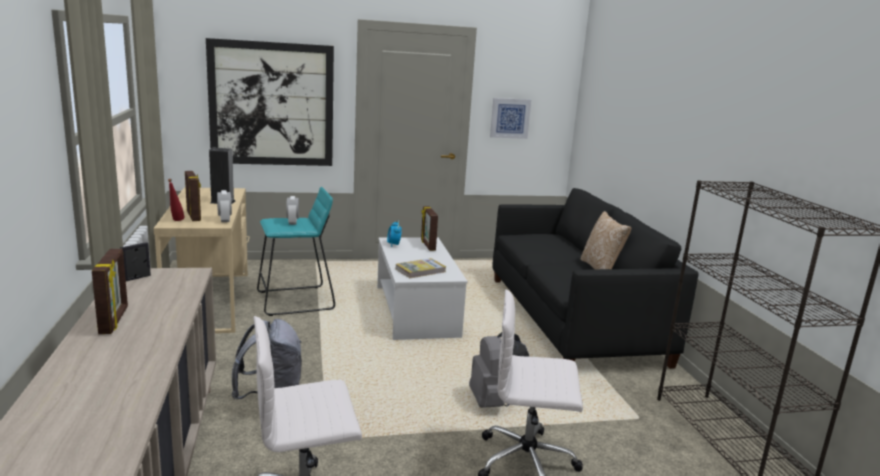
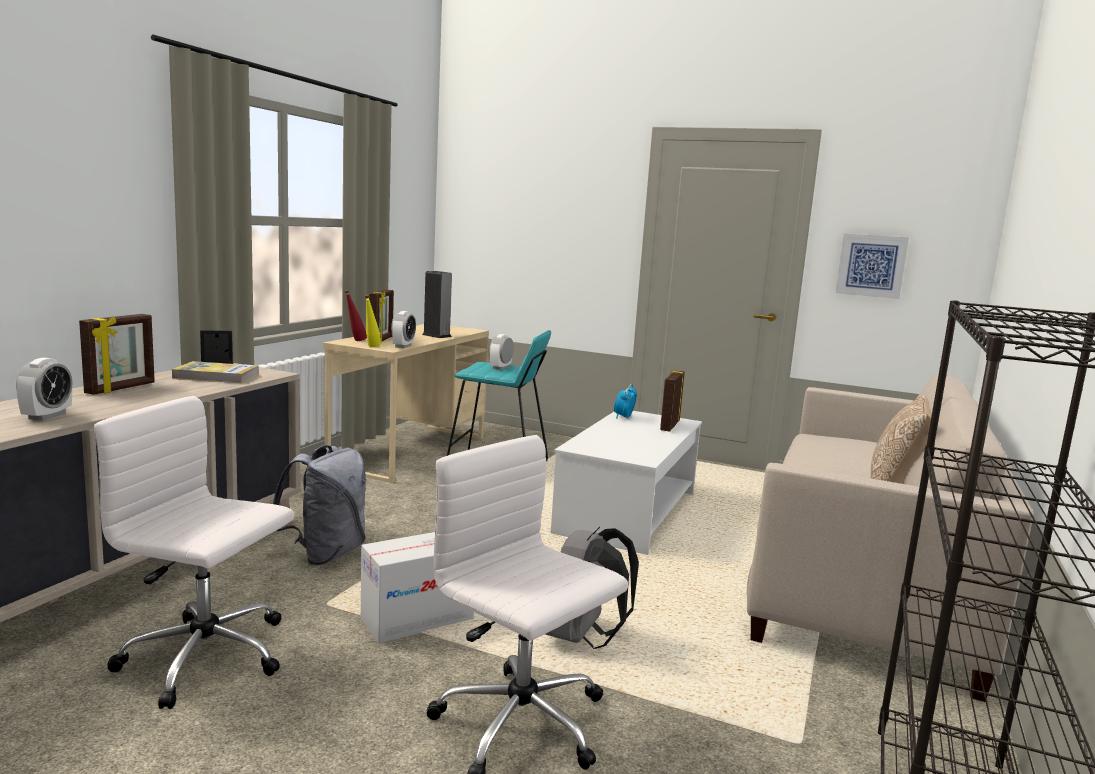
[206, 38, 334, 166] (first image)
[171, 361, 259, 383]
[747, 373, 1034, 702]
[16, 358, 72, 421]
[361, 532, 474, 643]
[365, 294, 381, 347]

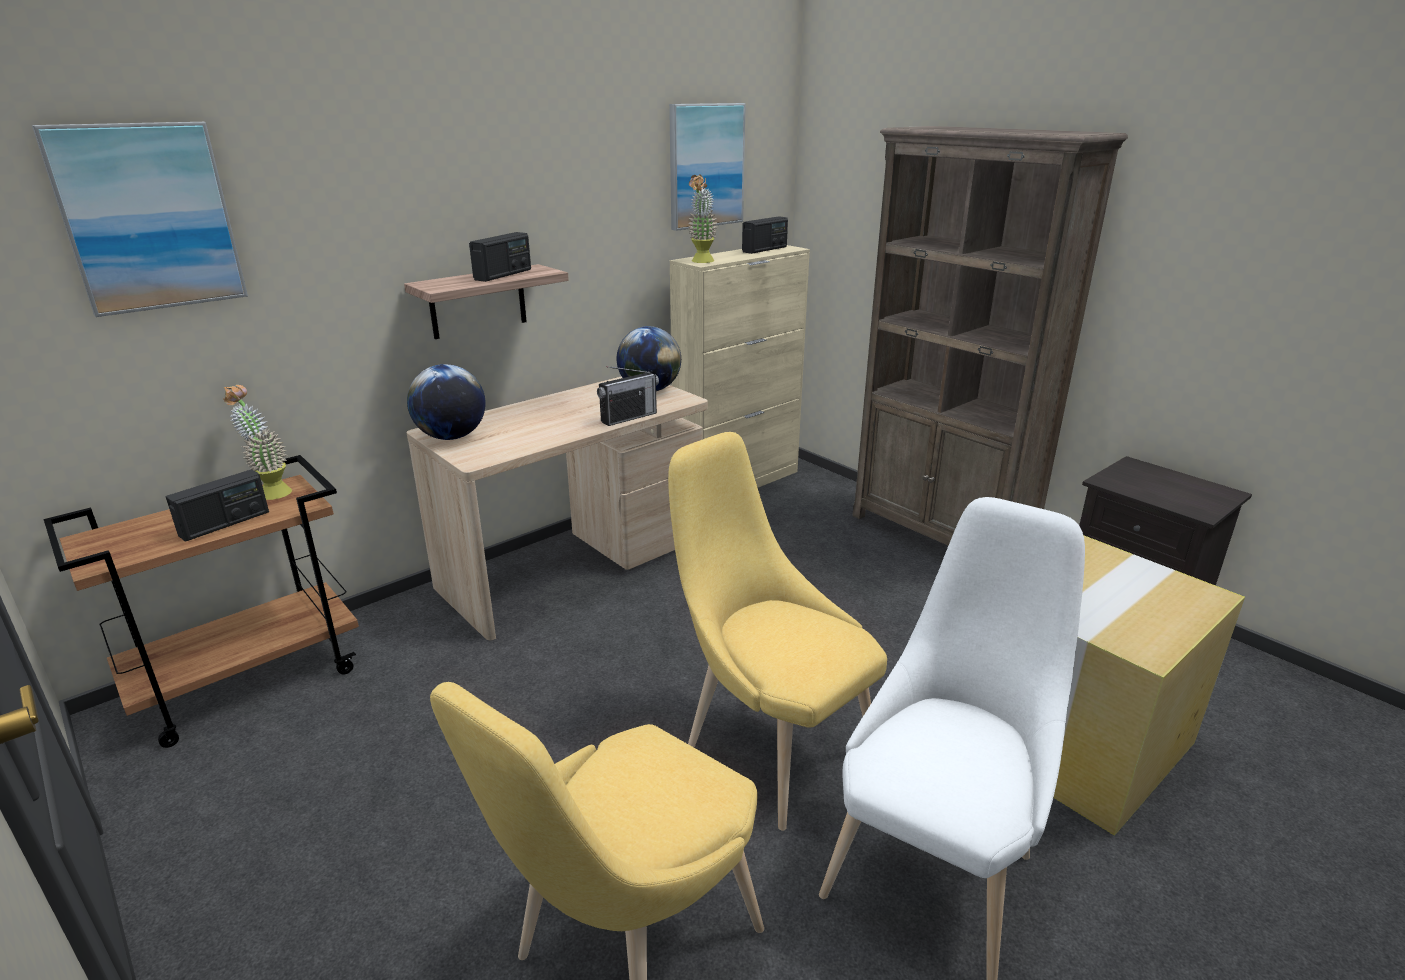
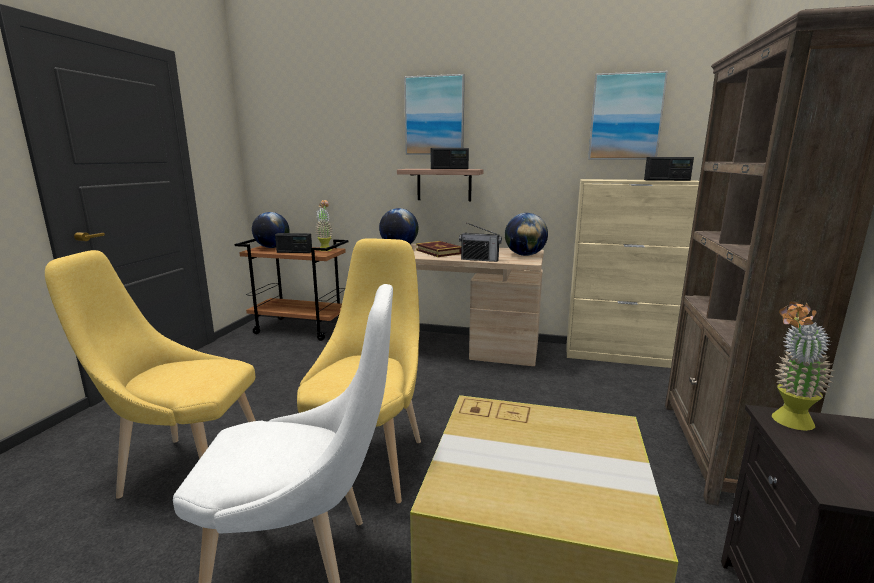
[404, 74, 465, 155]
[772, 301, 834, 431]
[252, 212, 290, 248]
[416, 241, 461, 257]

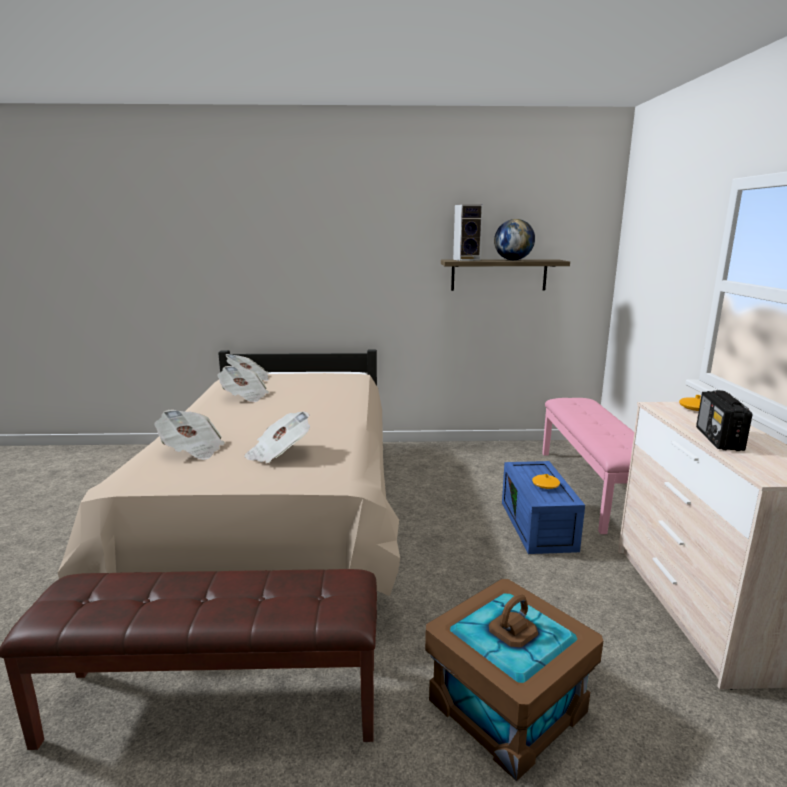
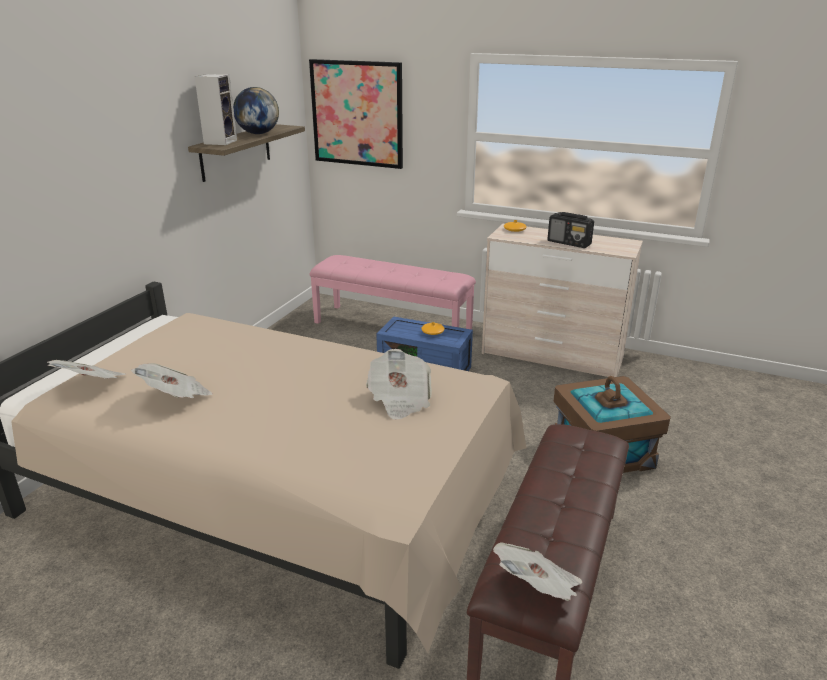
[493, 542, 582, 601]
[309, 59, 403, 169]

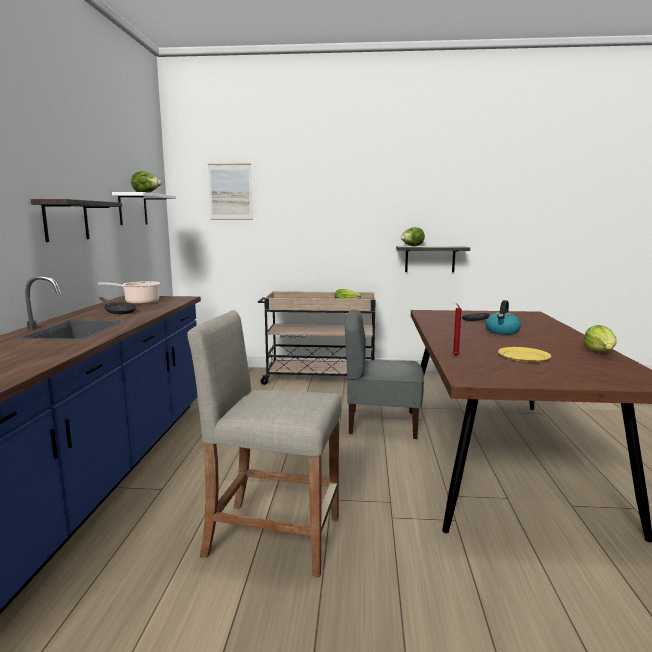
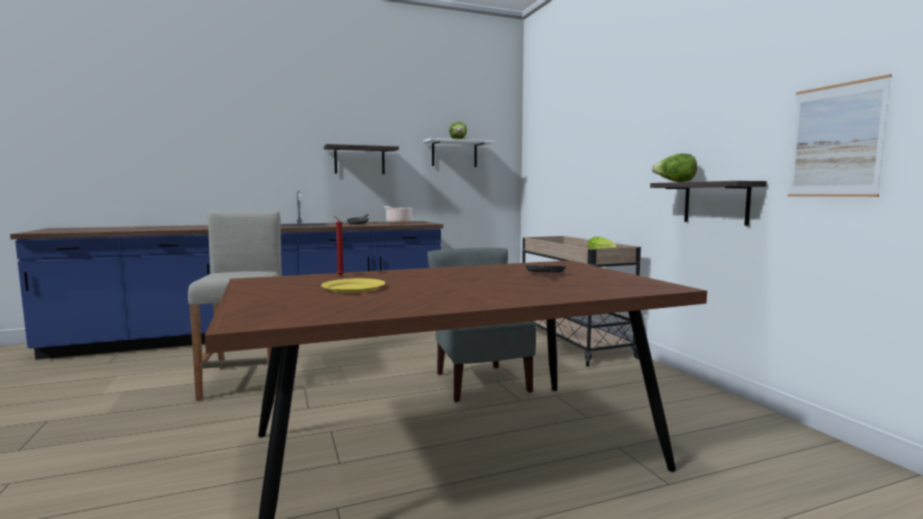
[788, 74, 892, 197]
[486, 300, 521, 335] (first image)
[583, 325, 617, 351] (first image)

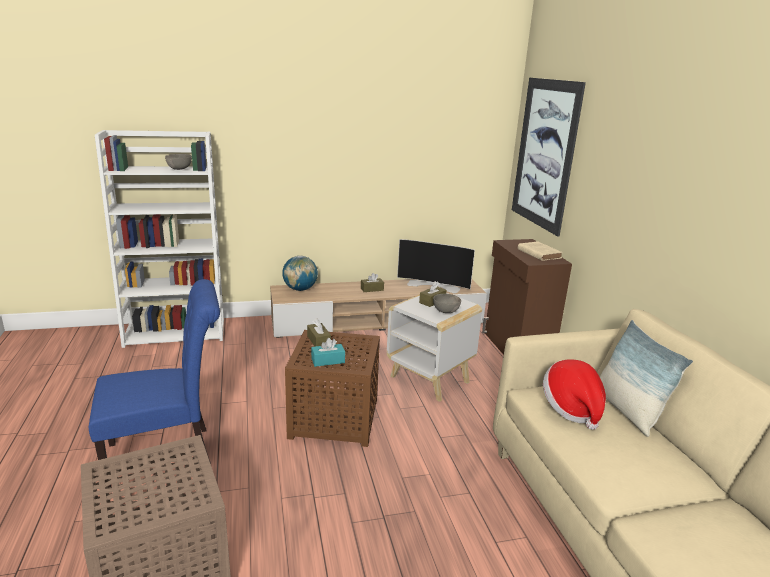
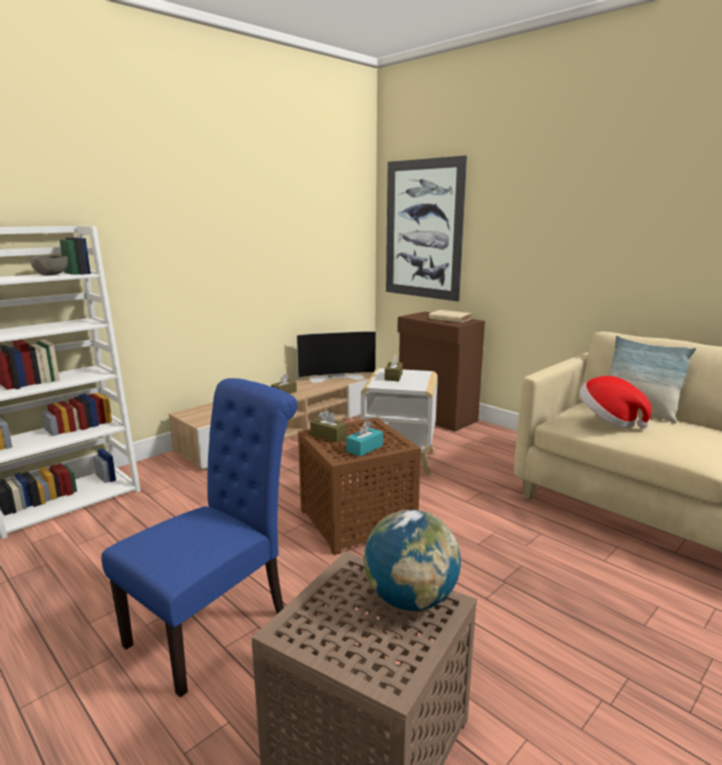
[363, 510, 461, 611]
[433, 294, 461, 313] (first image)

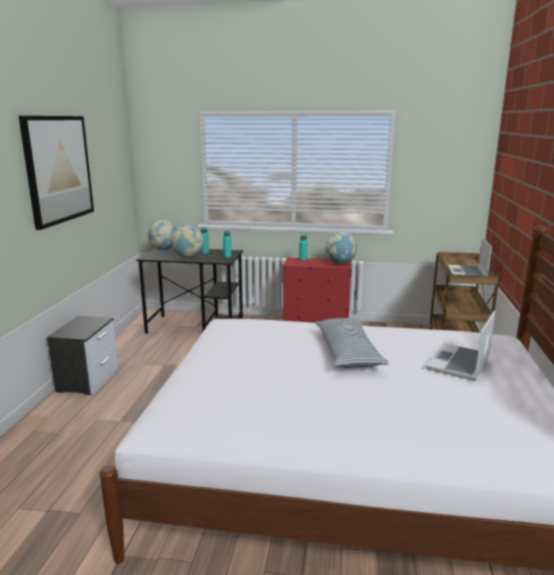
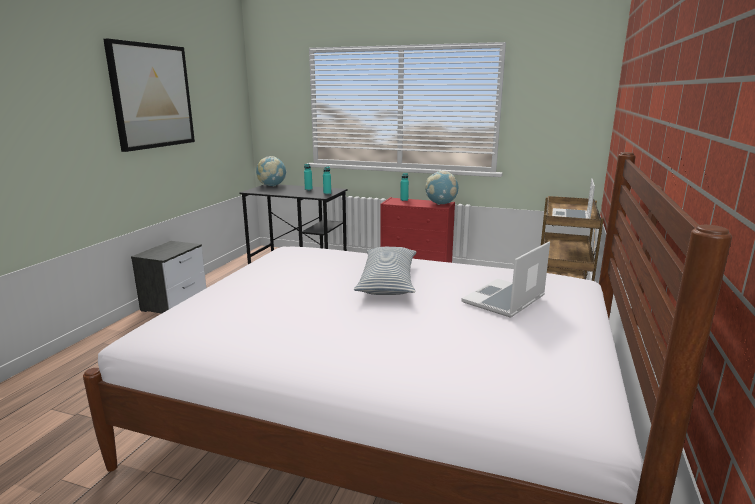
[172, 226, 204, 258] (first image)

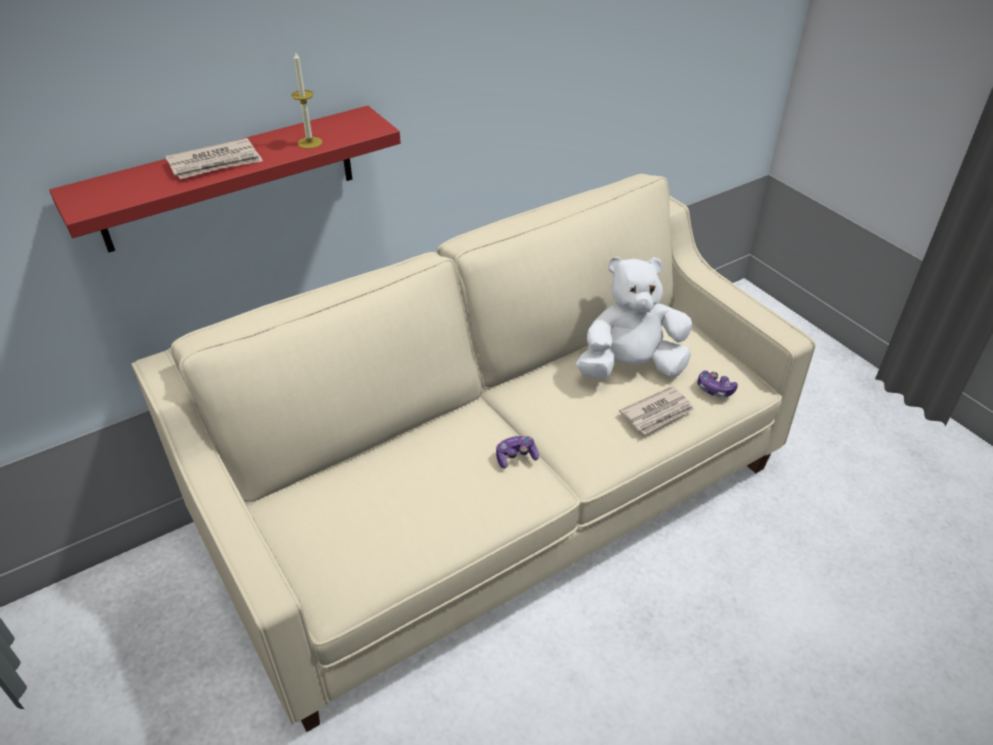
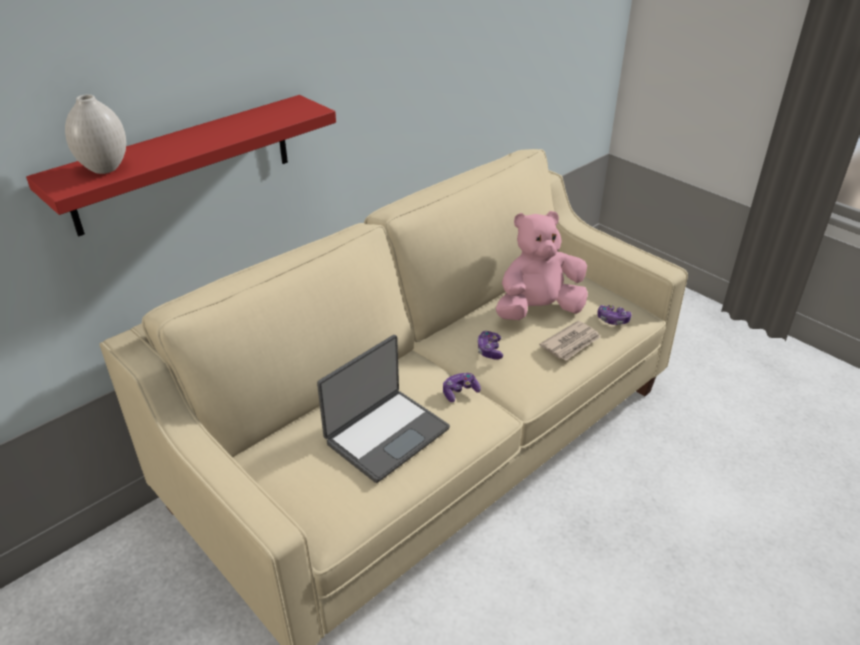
[165, 138, 263, 179] (first image)
[291, 51, 322, 149] (first image)
[496, 211, 588, 320]
[65, 94, 126, 174]
[317, 335, 450, 483]
[477, 331, 503, 360]

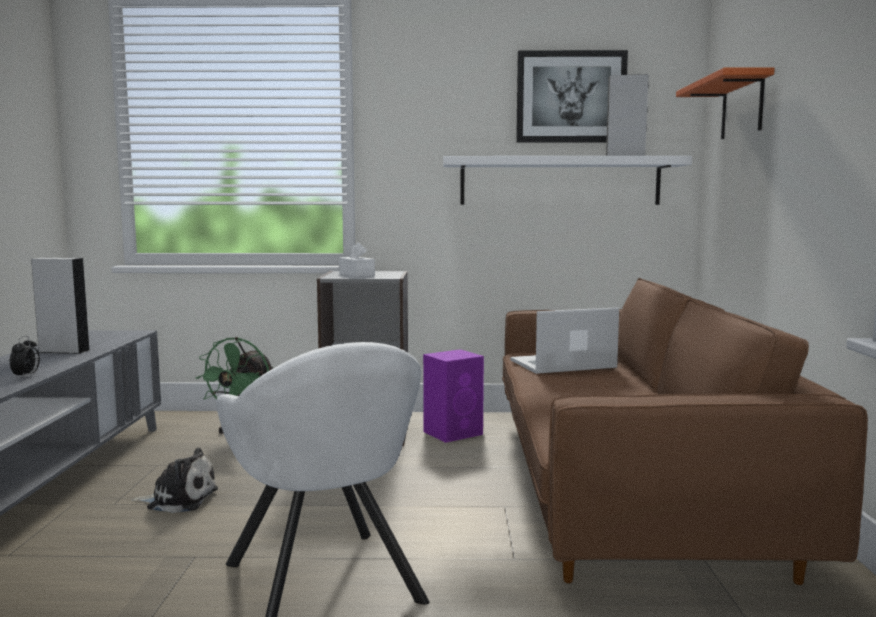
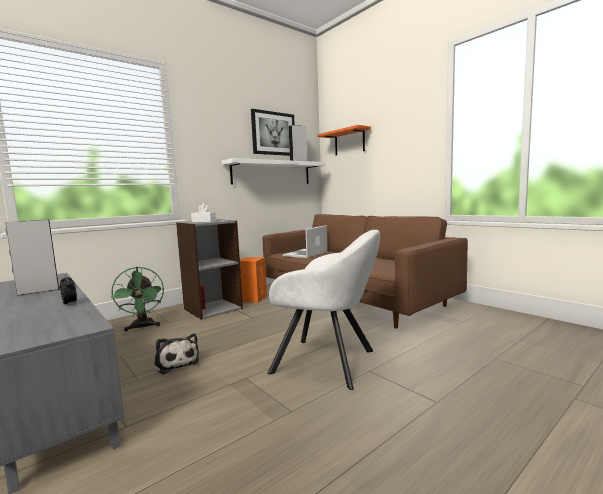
[154, 333, 199, 374]
[240, 257, 267, 303]

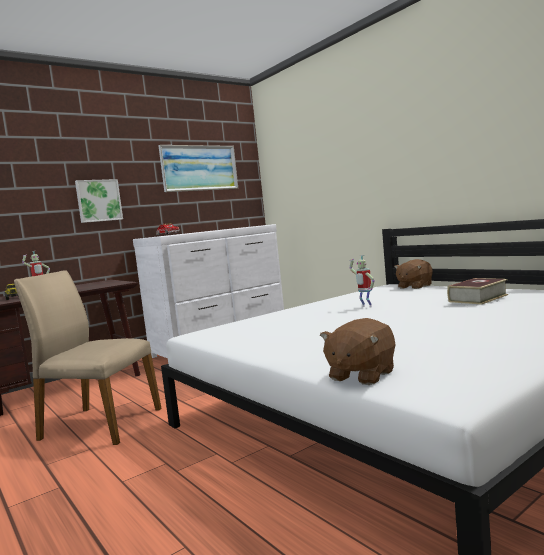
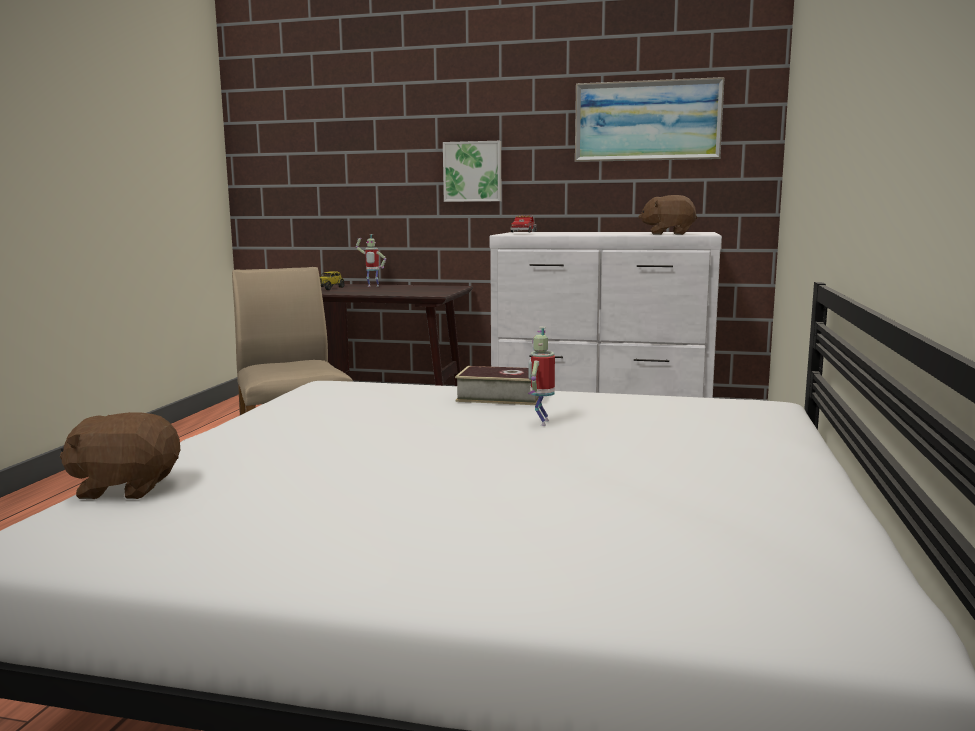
[638, 195, 697, 235]
[455, 366, 539, 405]

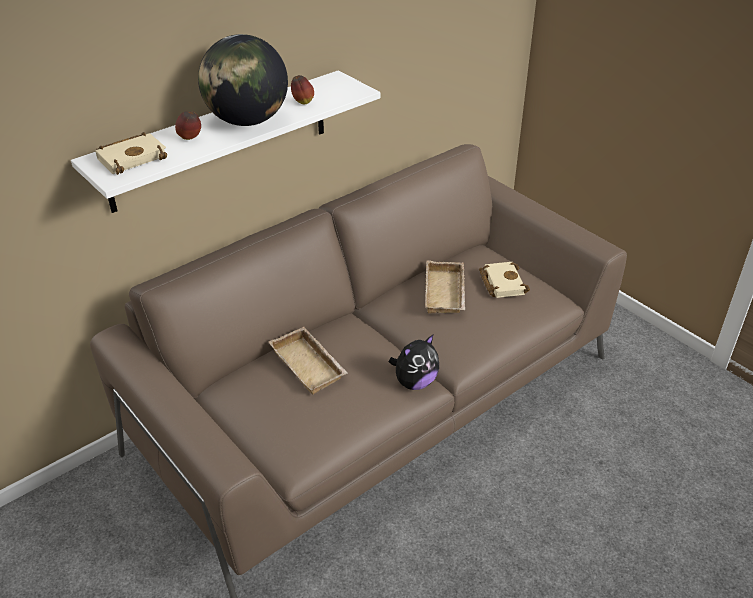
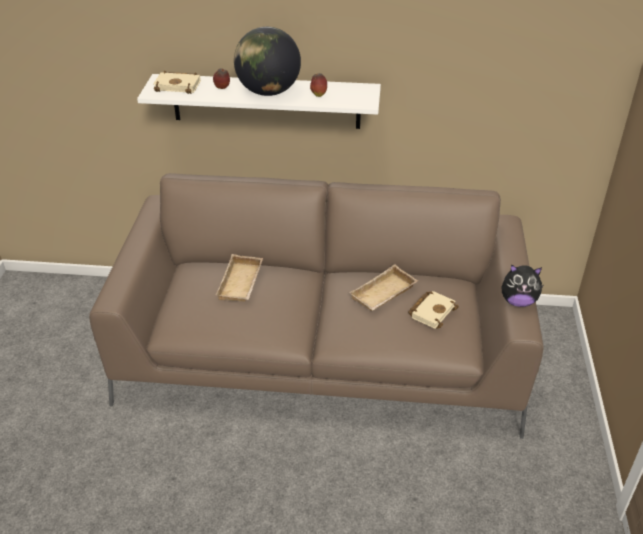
[501, 265, 543, 307]

